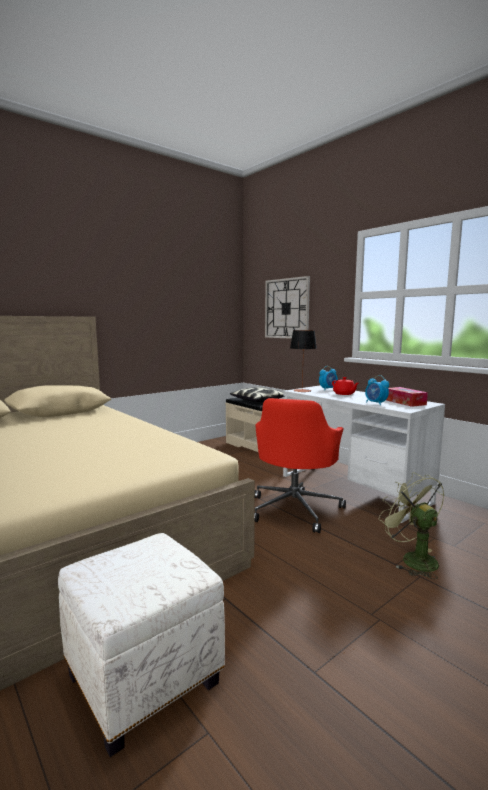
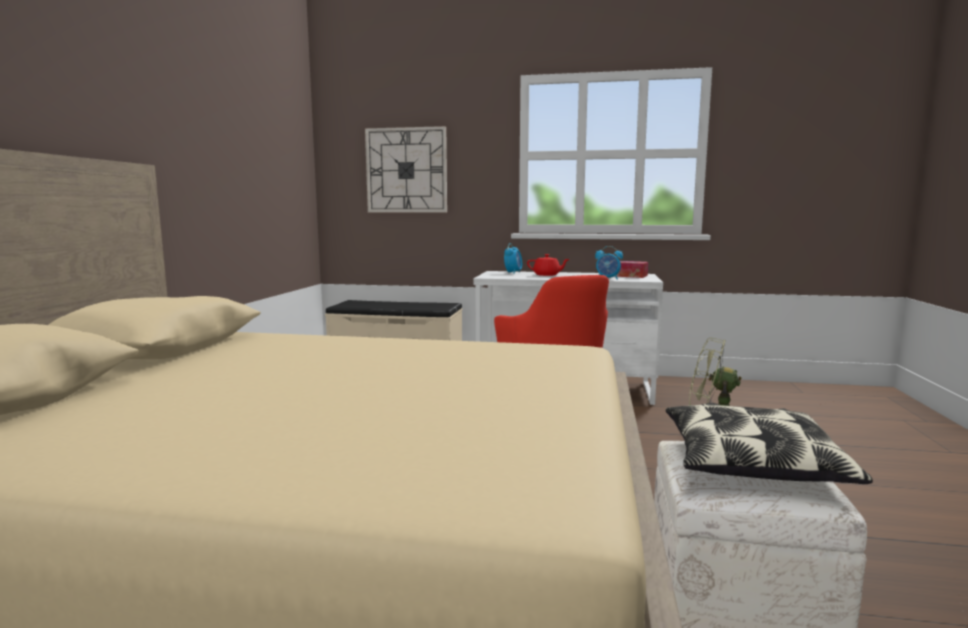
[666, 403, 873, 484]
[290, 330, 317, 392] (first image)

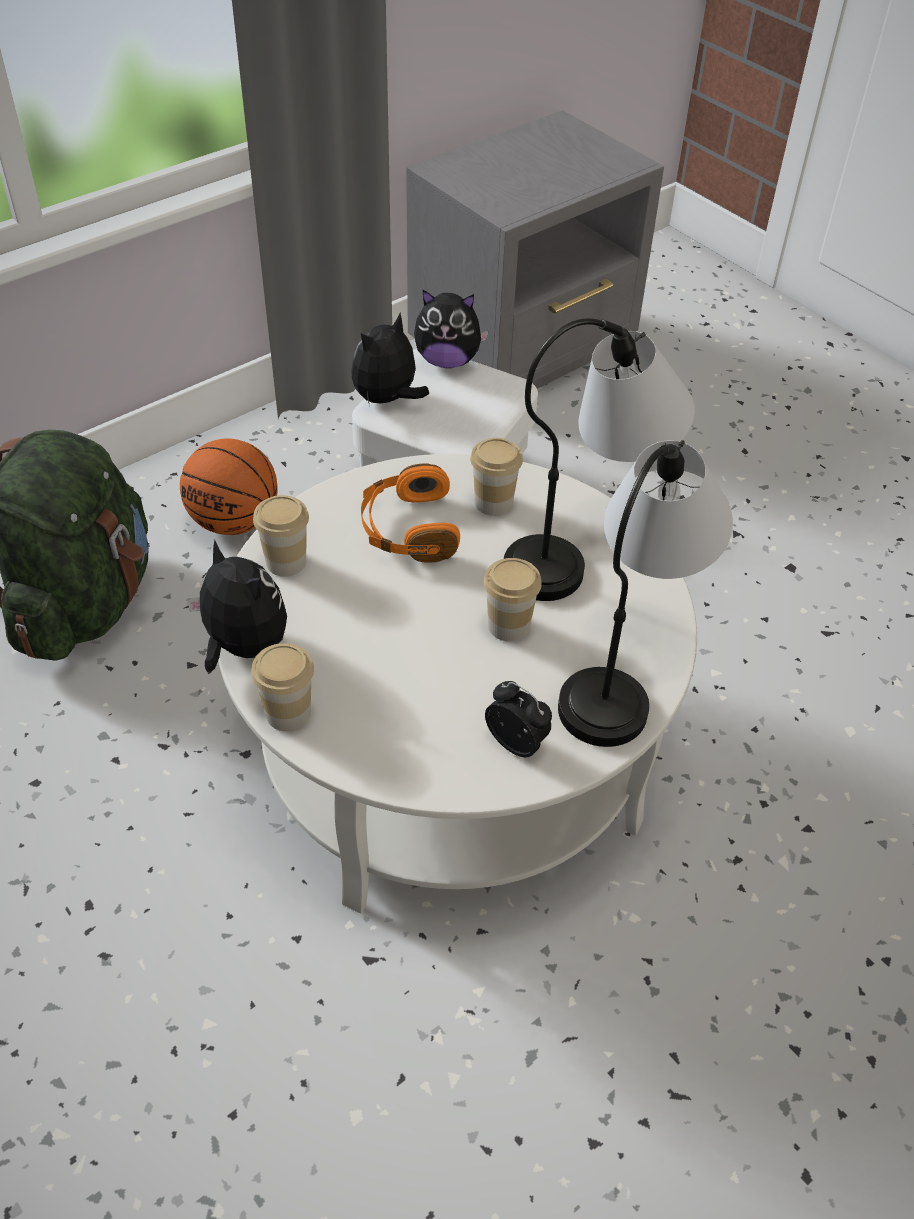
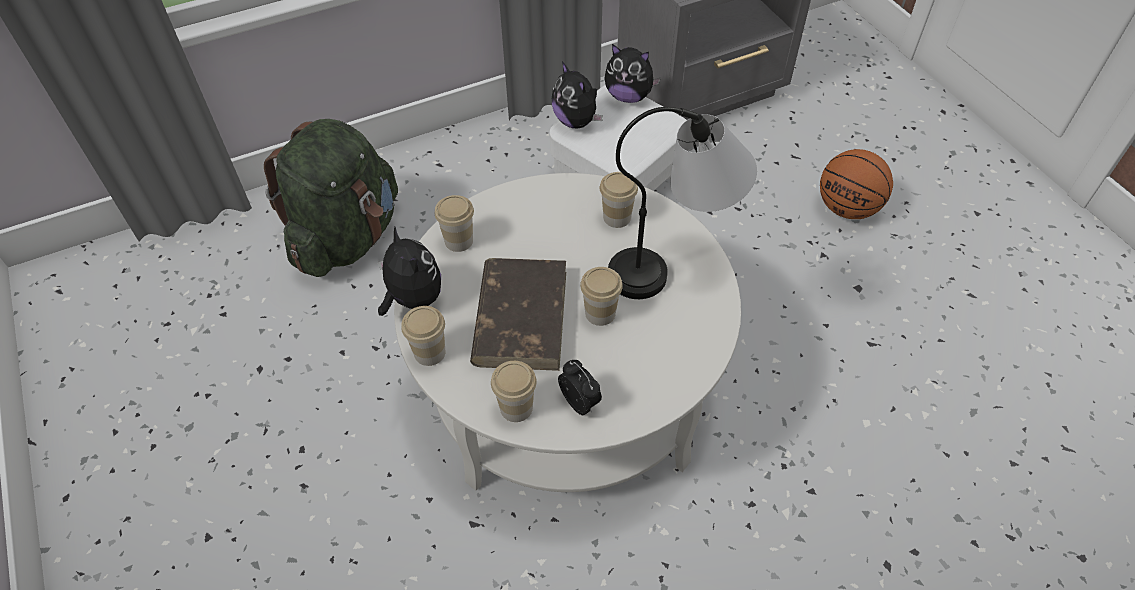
[820, 149, 893, 219]
[552, 61, 603, 129]
[361, 463, 460, 563] (first image)
[558, 440, 733, 747] (first image)
[470, 258, 566, 371]
[491, 361, 537, 422]

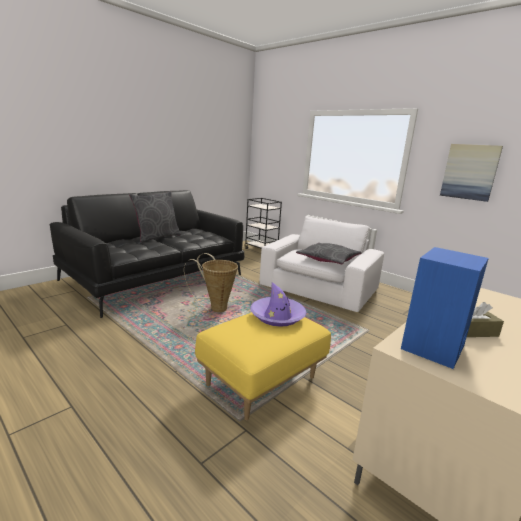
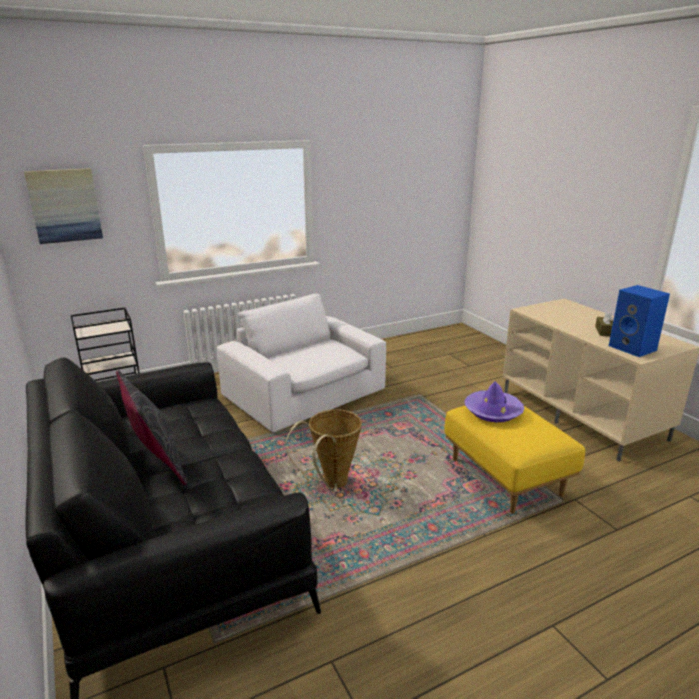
[296, 243, 362, 264] (first image)
[24, 168, 103, 244]

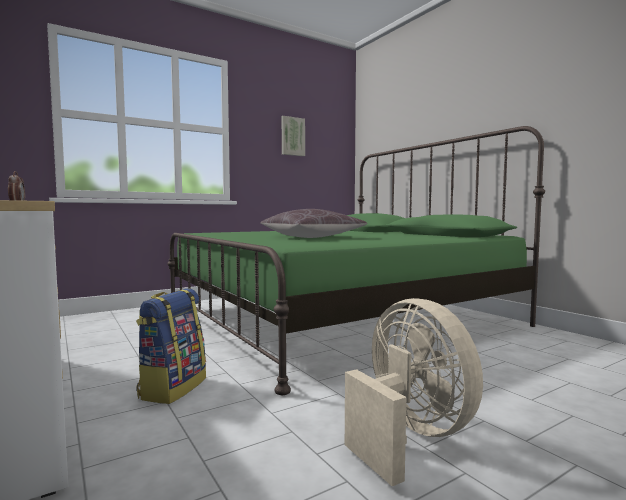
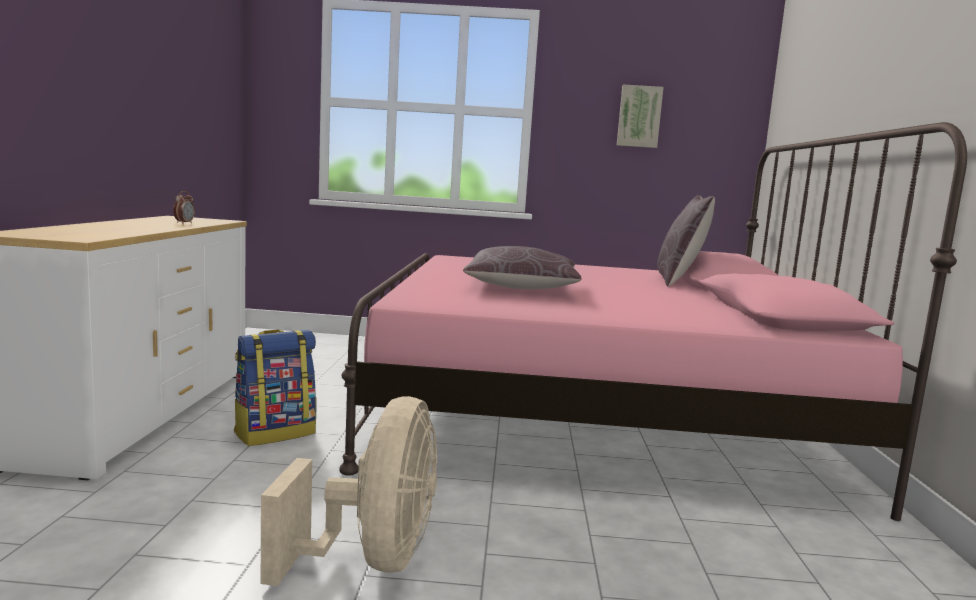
[339, 122, 967, 521]
[657, 195, 715, 287]

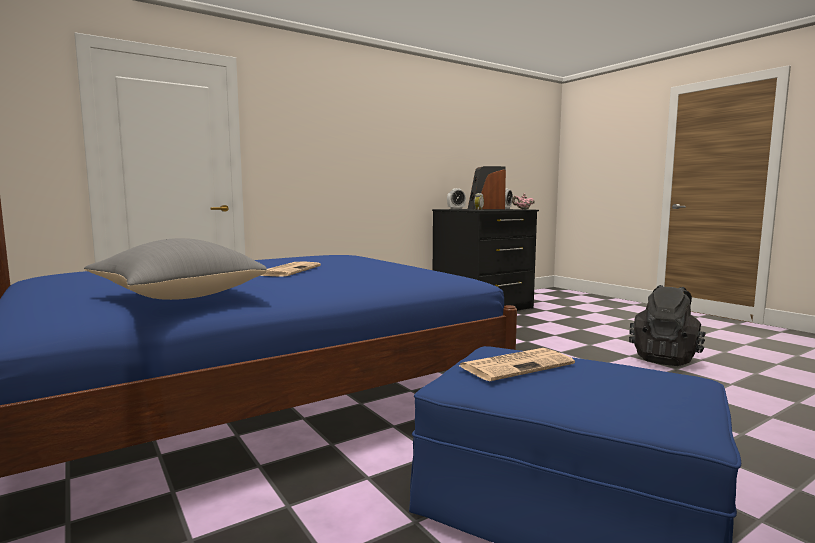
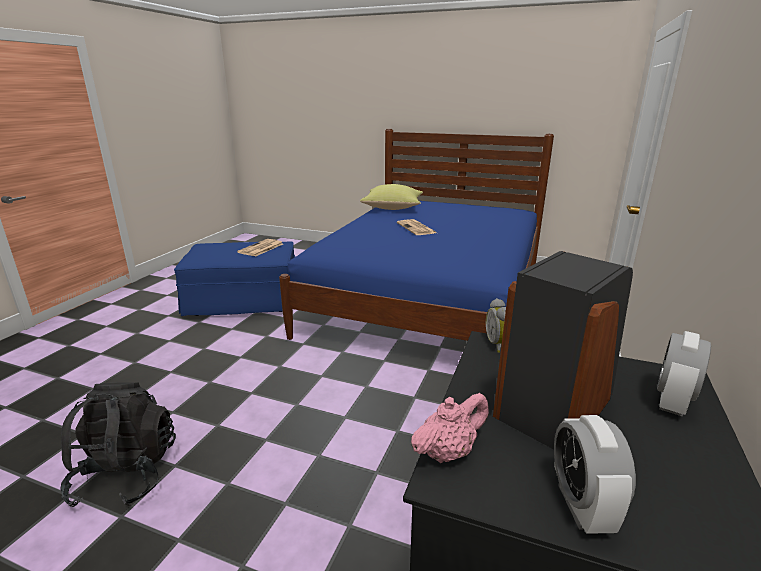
[360, 184, 423, 210]

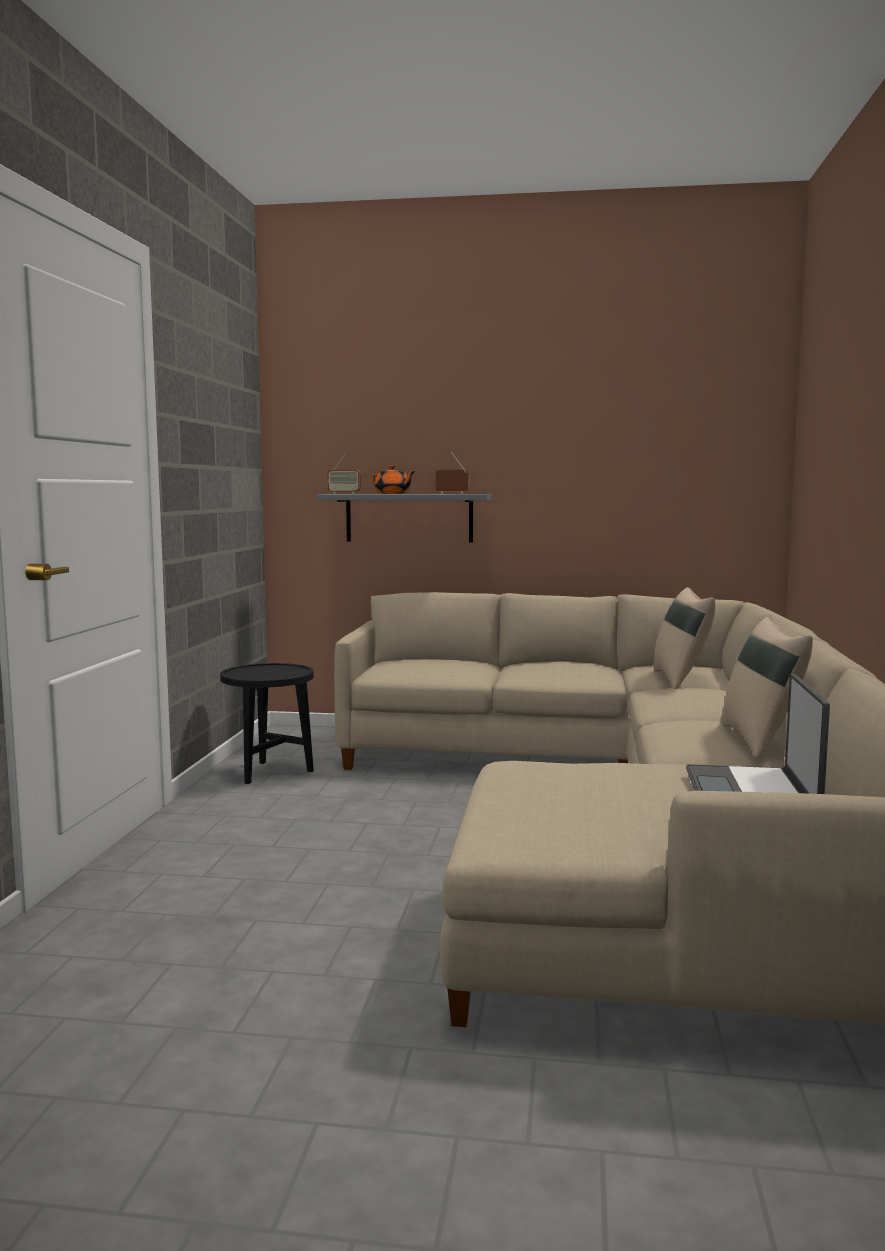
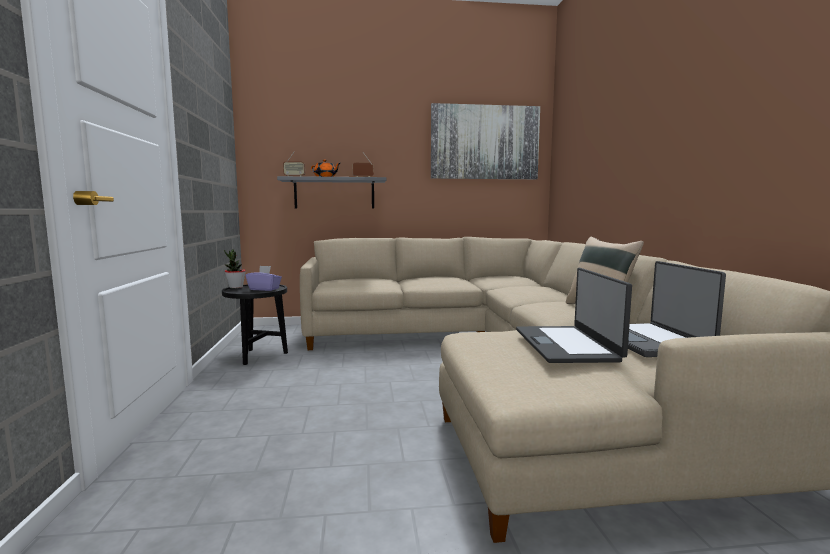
[654, 587, 715, 689] (first image)
[224, 249, 246, 288]
[246, 266, 282, 291]
[431, 103, 540, 179]
[516, 268, 632, 363]

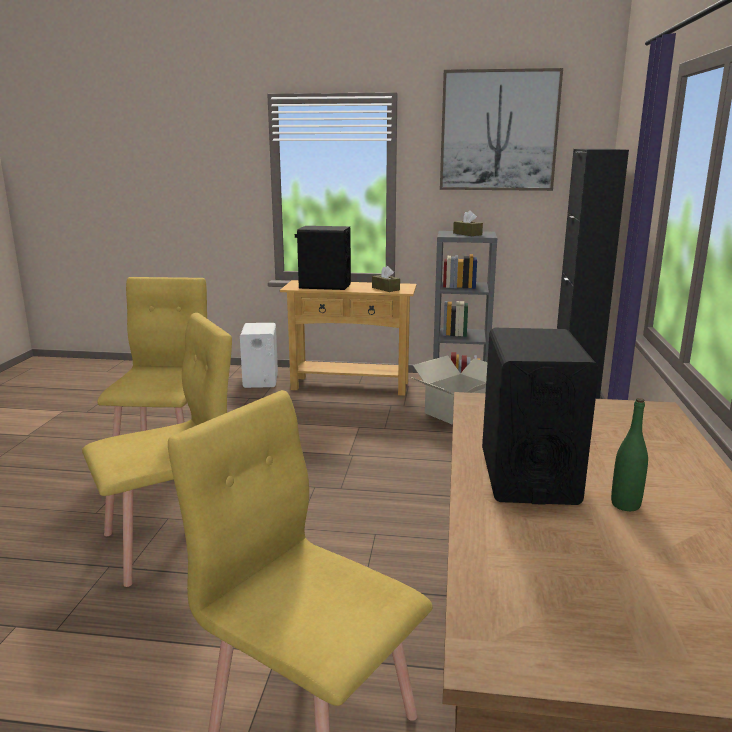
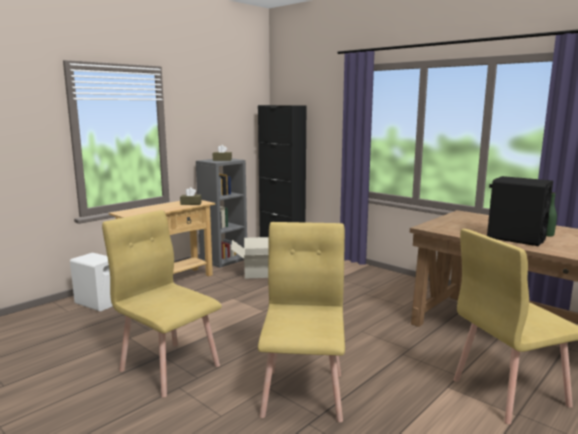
[295, 226, 351, 290] (first image)
[440, 68, 563, 191] (first image)

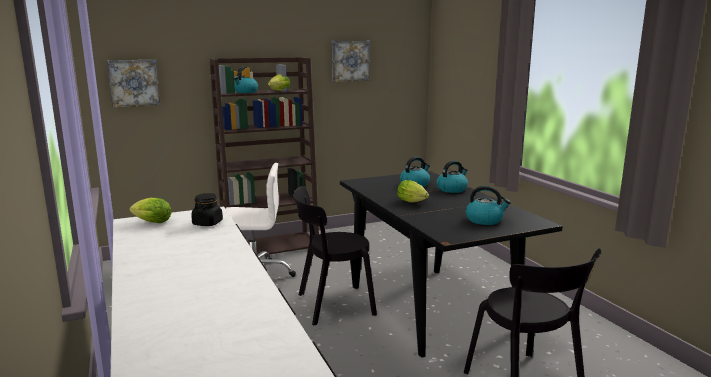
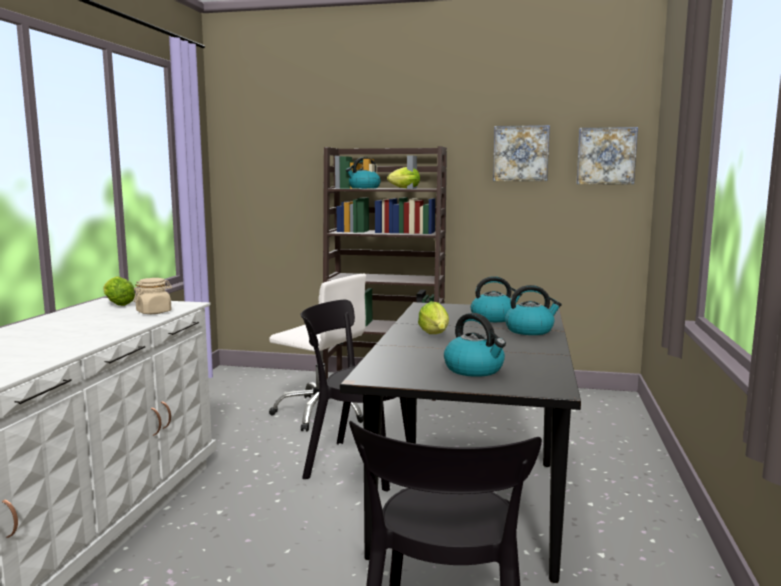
[576, 127, 638, 184]
[134, 278, 172, 314]

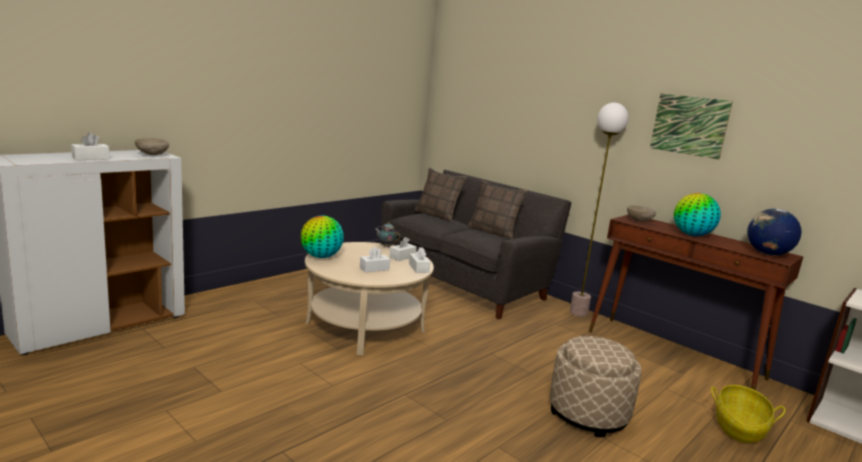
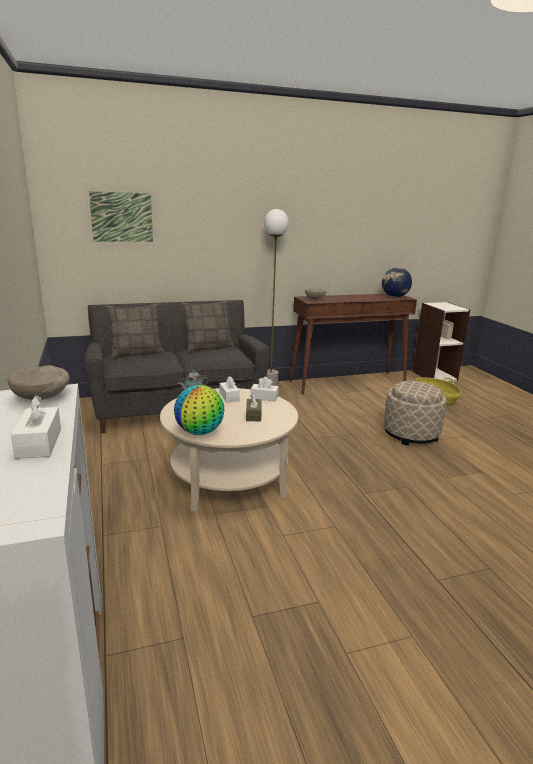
[246, 393, 262, 421]
[89, 191, 153, 242]
[674, 193, 721, 236] (first image)

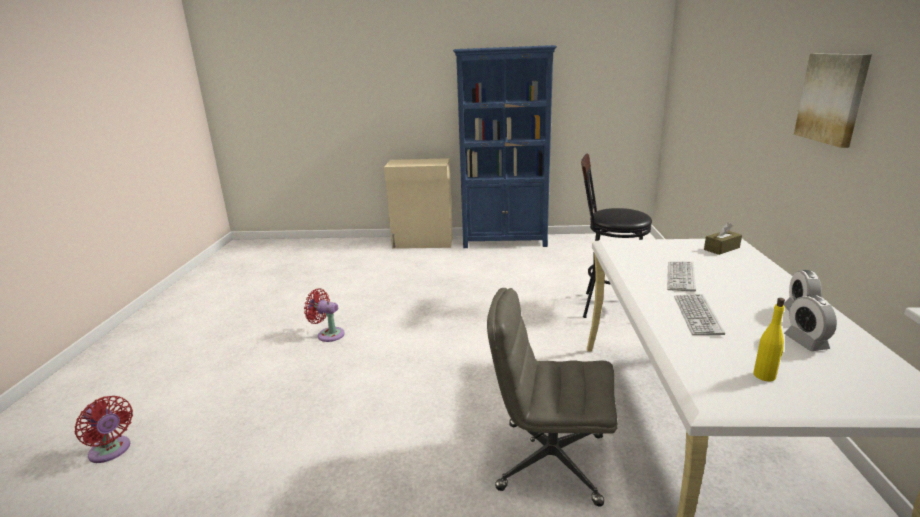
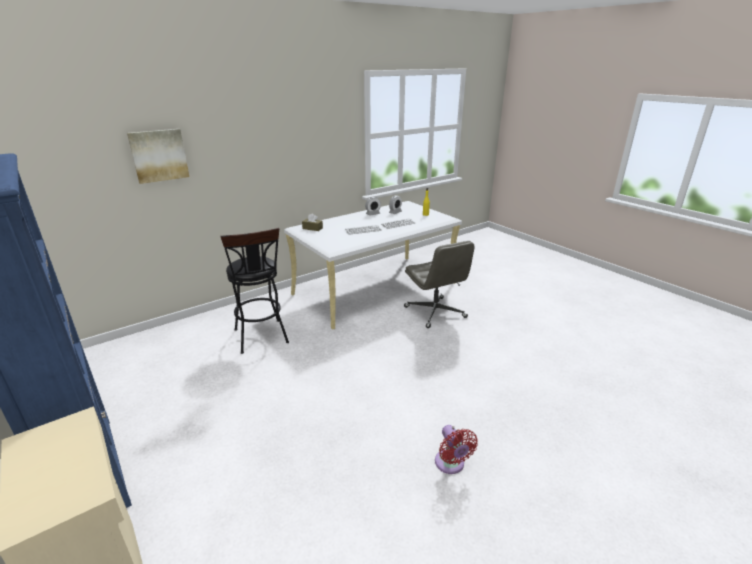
[75, 396, 133, 463] (first image)
[127, 129, 189, 184]

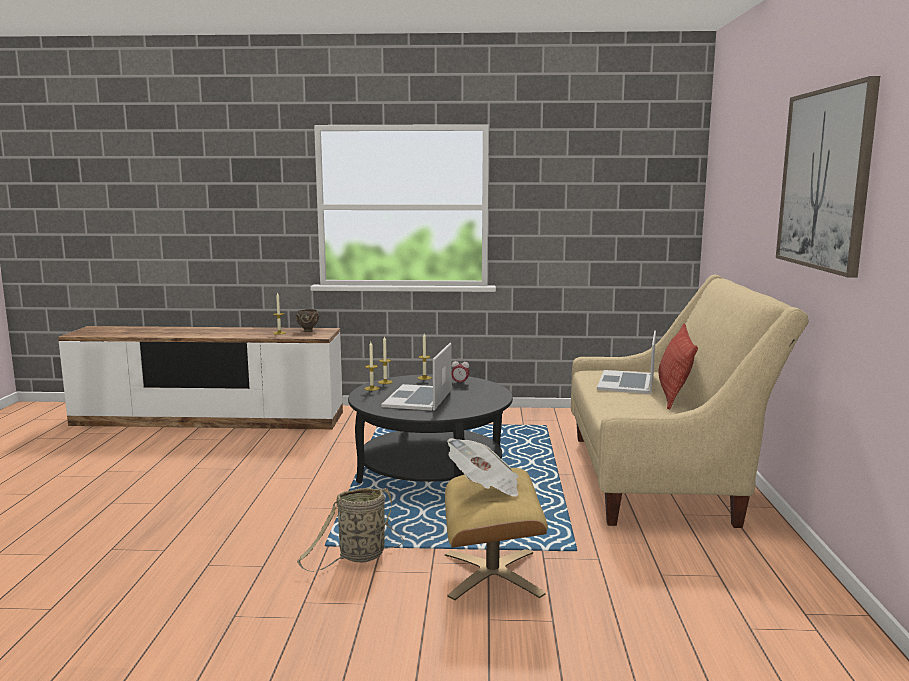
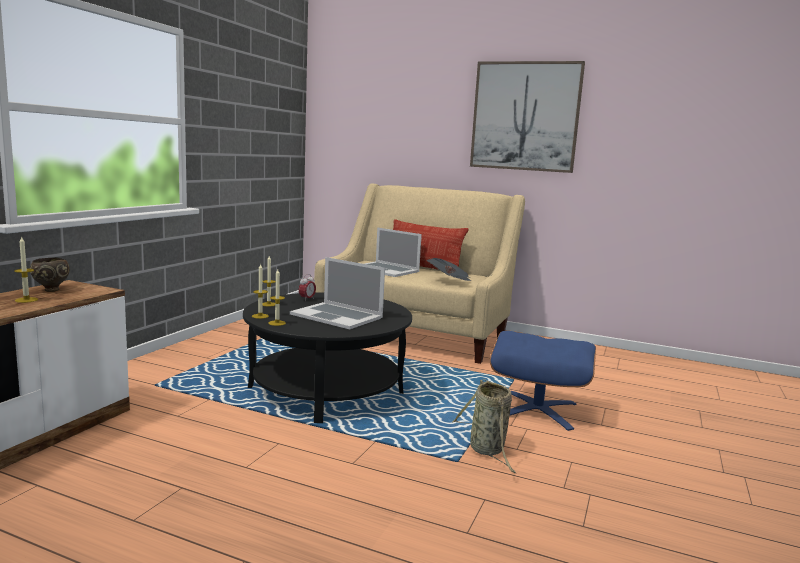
[490, 331, 596, 431]
[427, 258, 472, 281]

